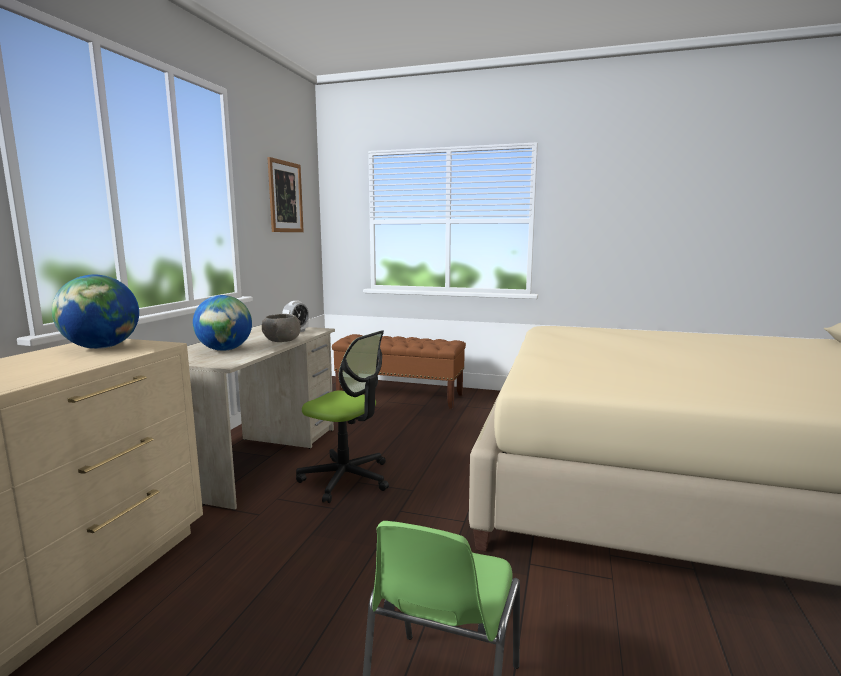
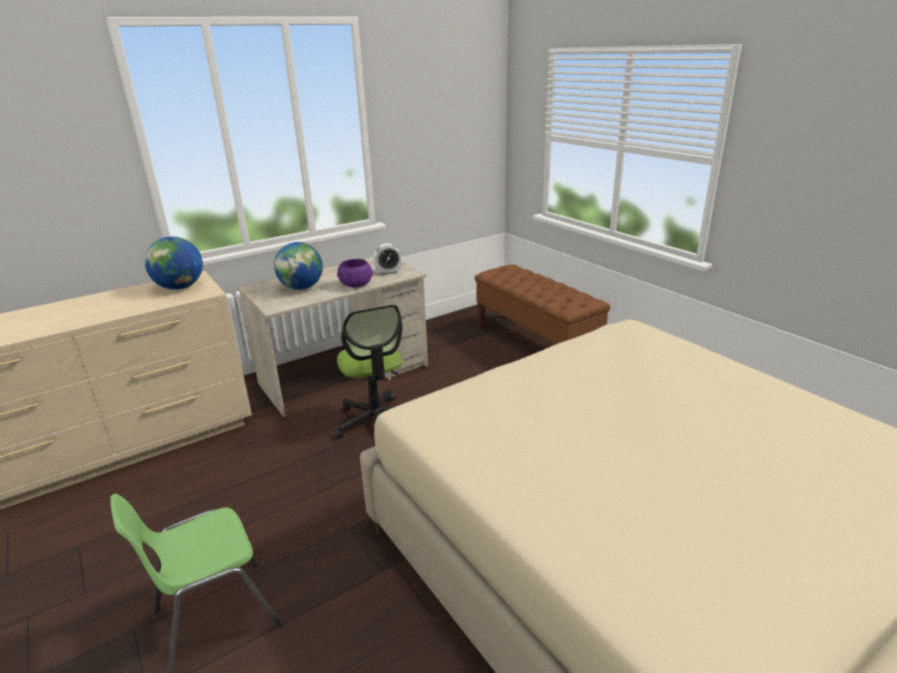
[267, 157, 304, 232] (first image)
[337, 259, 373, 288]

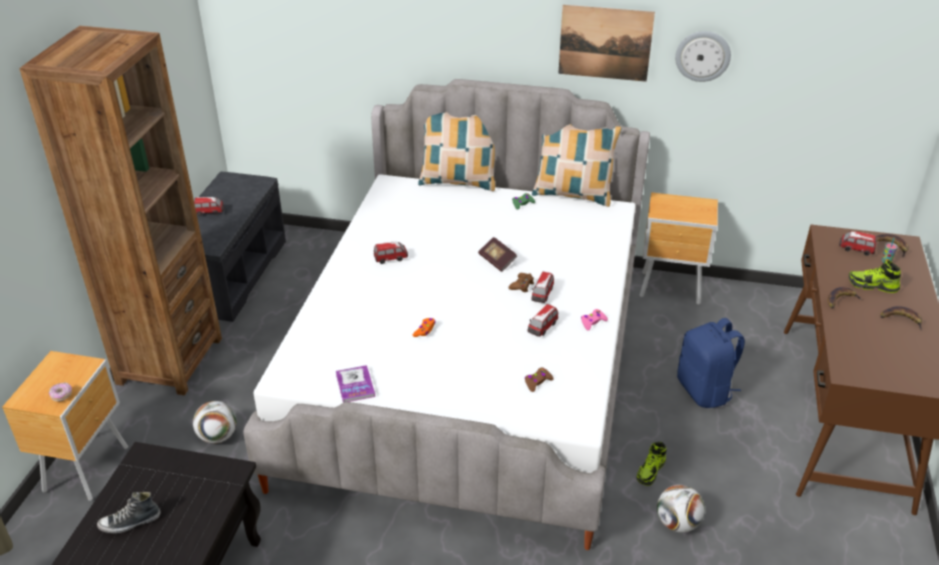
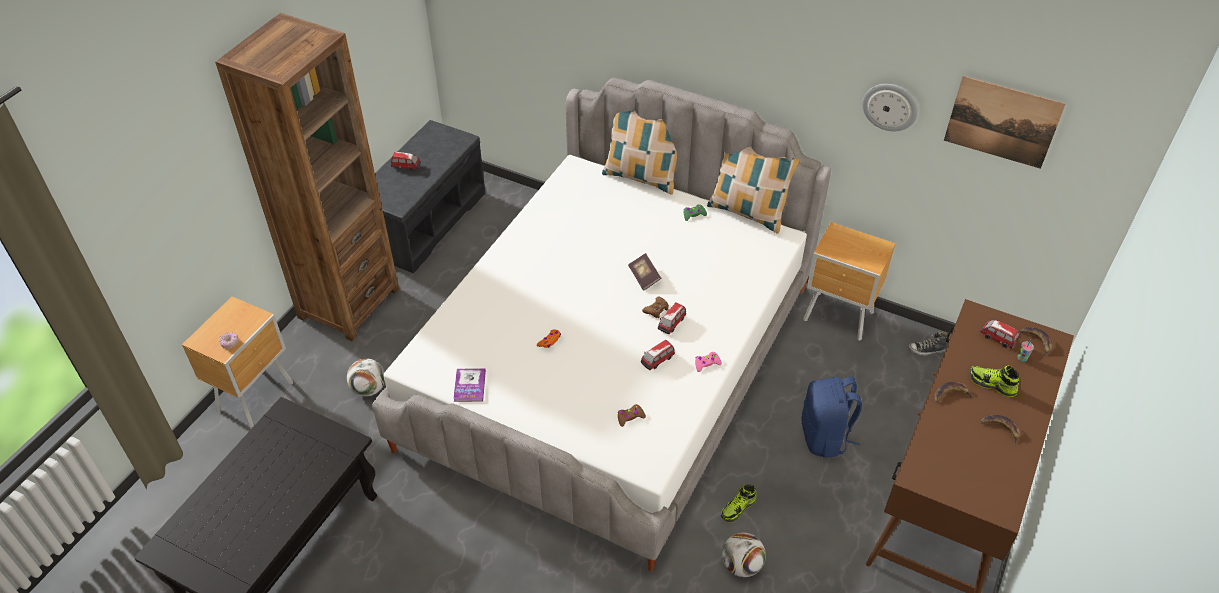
[944, 76, 1066, 169]
[374, 242, 408, 264] (first image)
[908, 331, 948, 356]

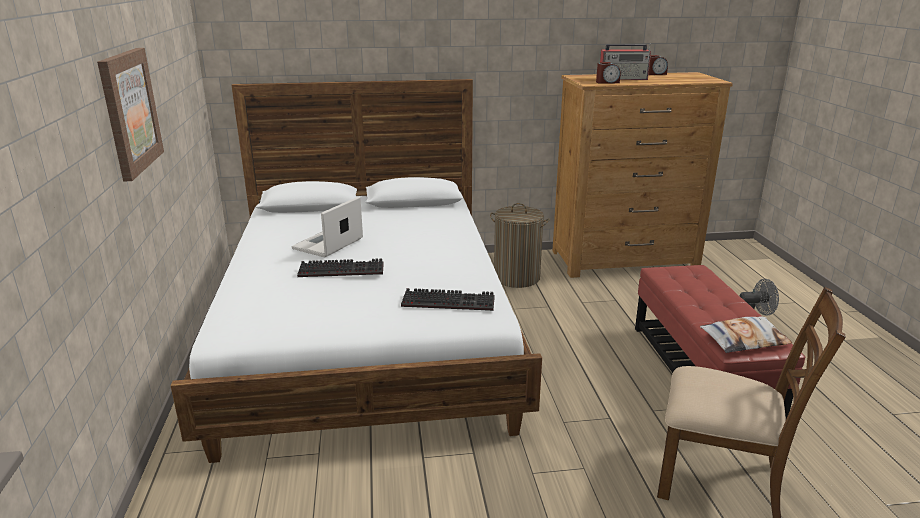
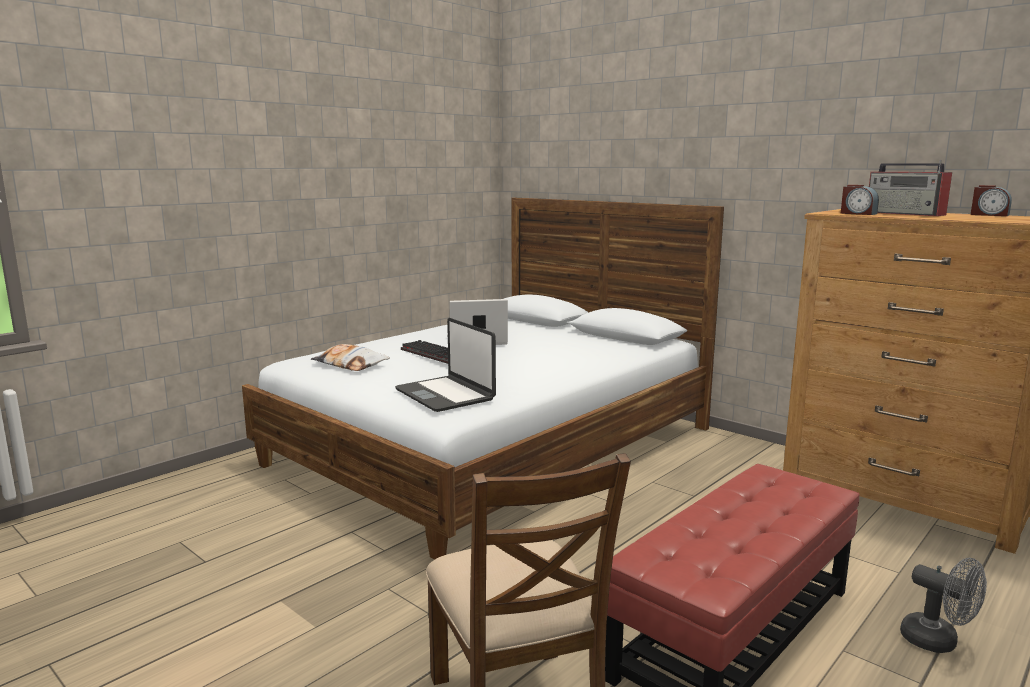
[97, 48, 164, 182] (first image)
[490, 203, 550, 288] (first image)
[395, 318, 496, 412]
[311, 344, 390, 371]

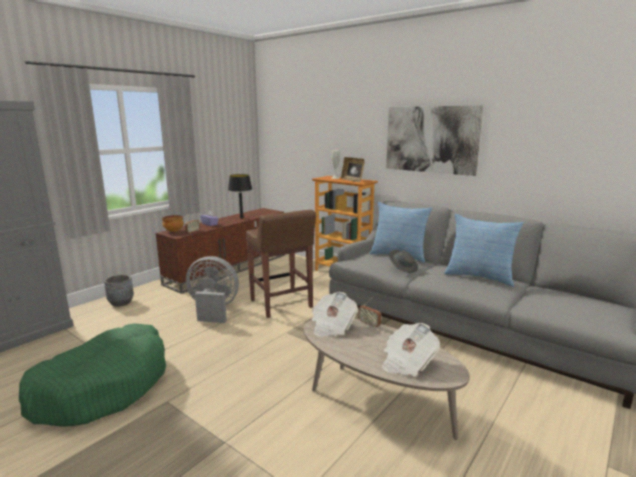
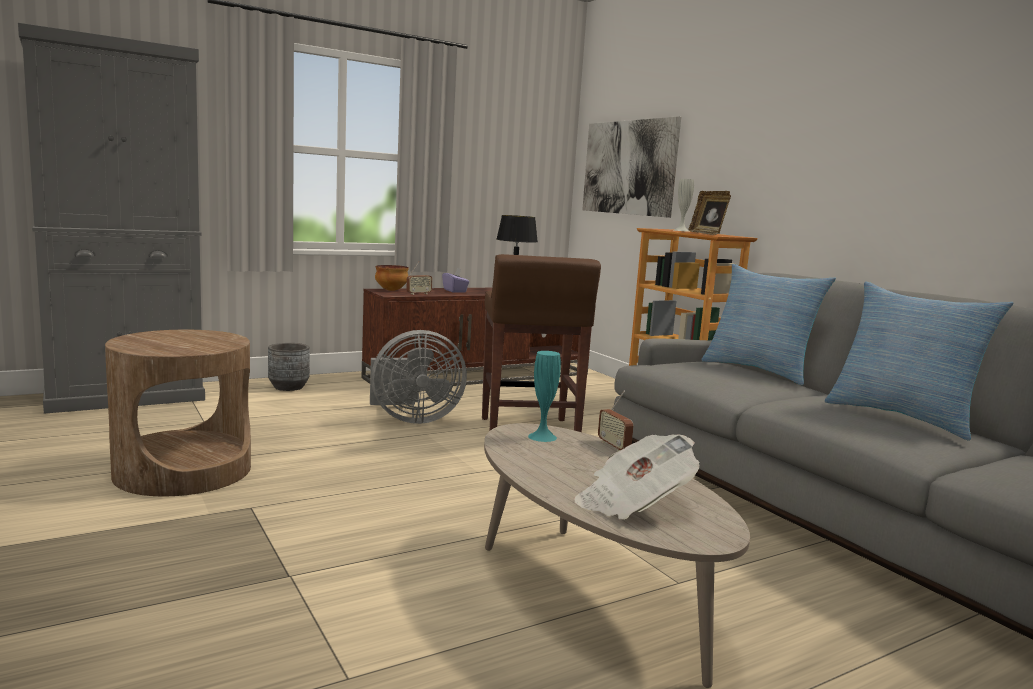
[582, 117, 681, 218]
[389, 250, 418, 273] (first image)
[370, 330, 467, 424]
[528, 351, 561, 442]
[105, 330, 251, 496]

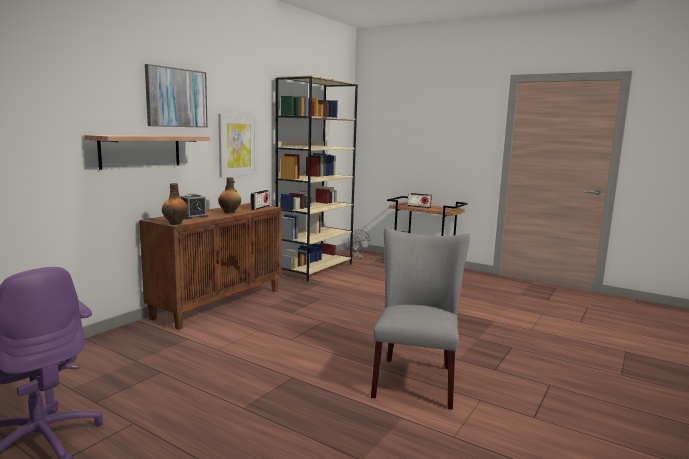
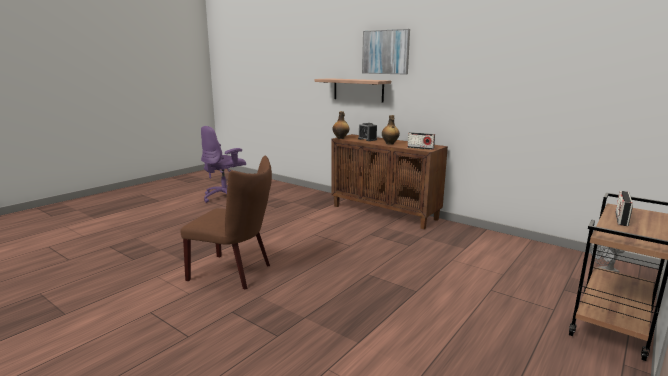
[275, 75, 358, 282] (first image)
[218, 114, 257, 178] (first image)
[180, 156, 272, 290]

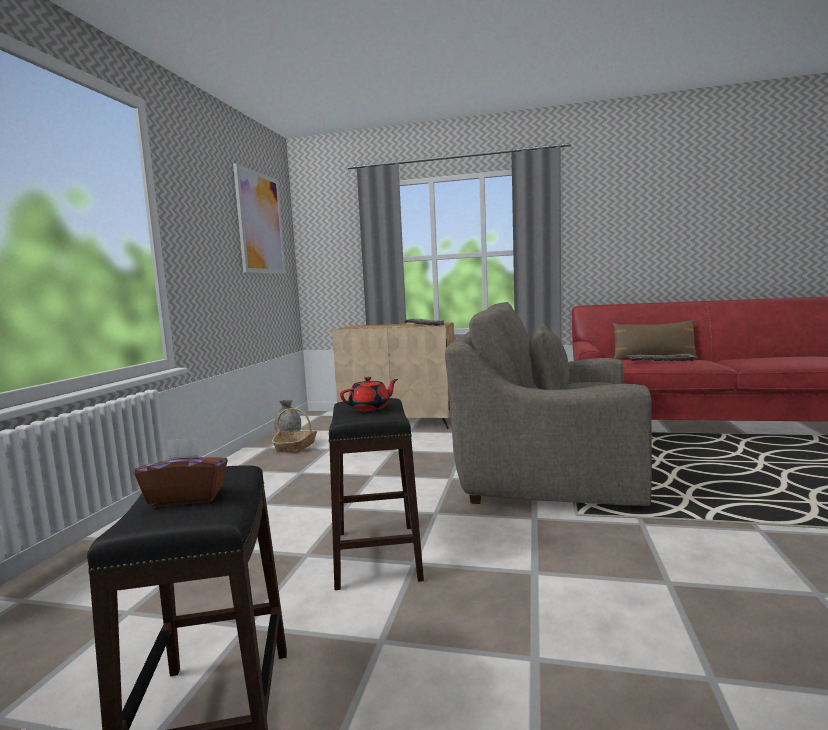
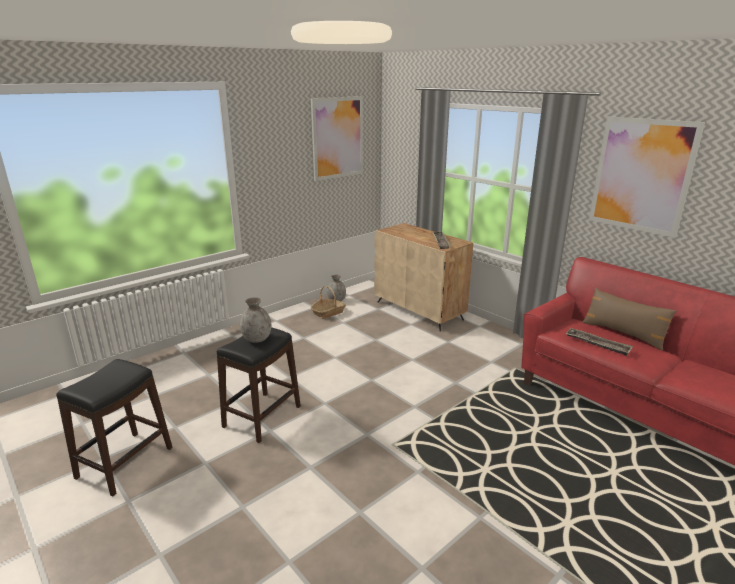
[445, 302, 652, 512] (first image)
[240, 297, 272, 343]
[134, 437, 228, 506] (first image)
[589, 116, 705, 238]

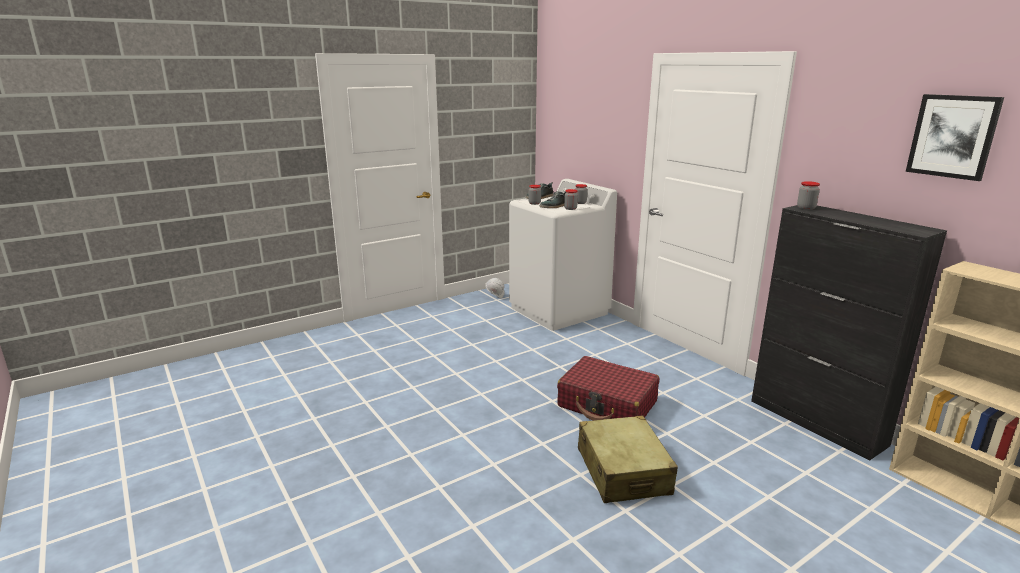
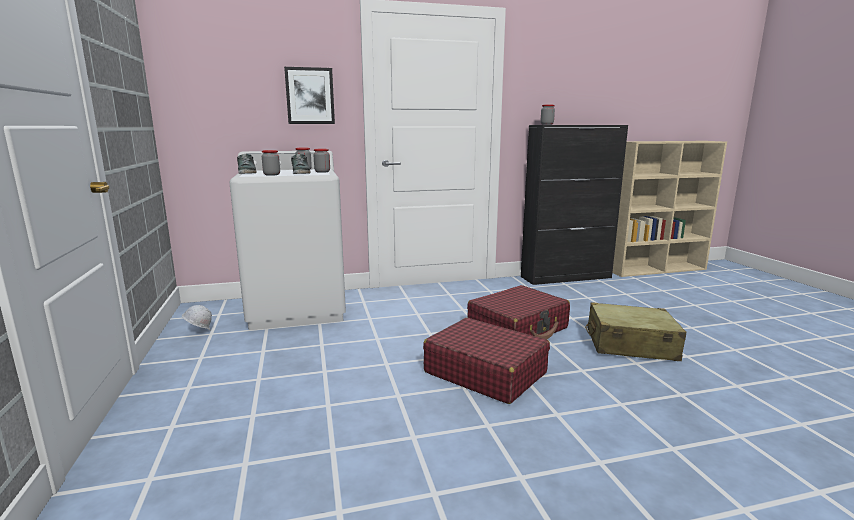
[284, 67, 335, 124]
[423, 318, 550, 404]

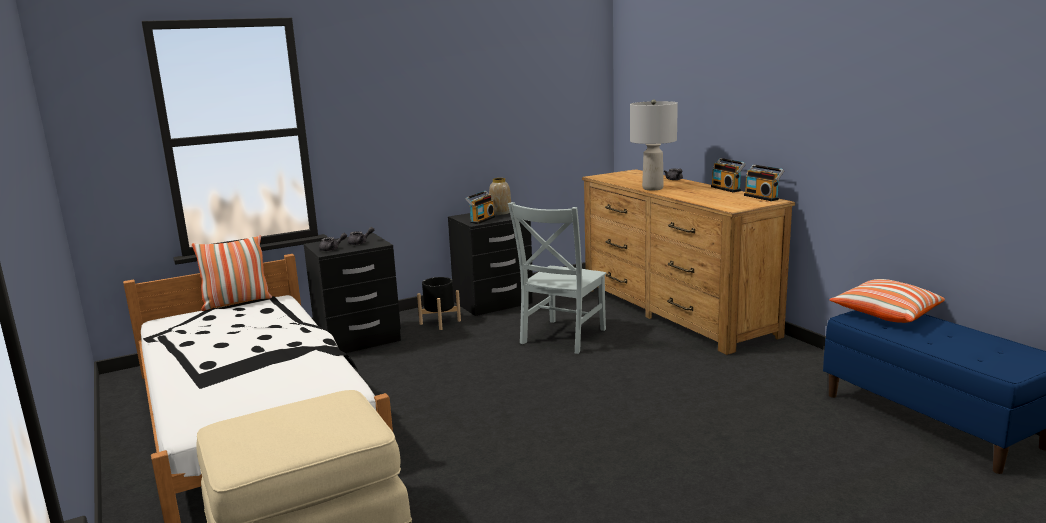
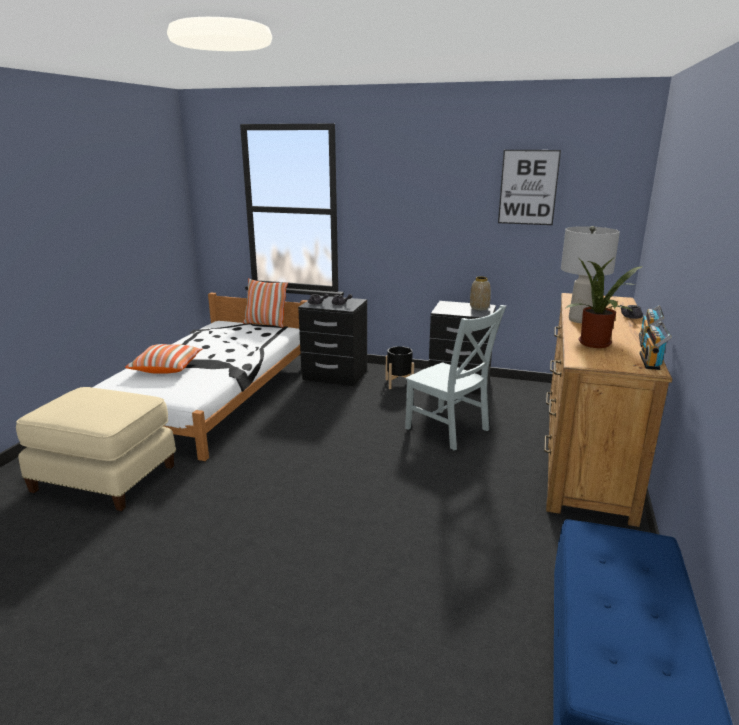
[466, 191, 495, 224] (first image)
[405, 305, 506, 450]
[125, 344, 202, 374]
[498, 150, 561, 225]
[566, 258, 643, 348]

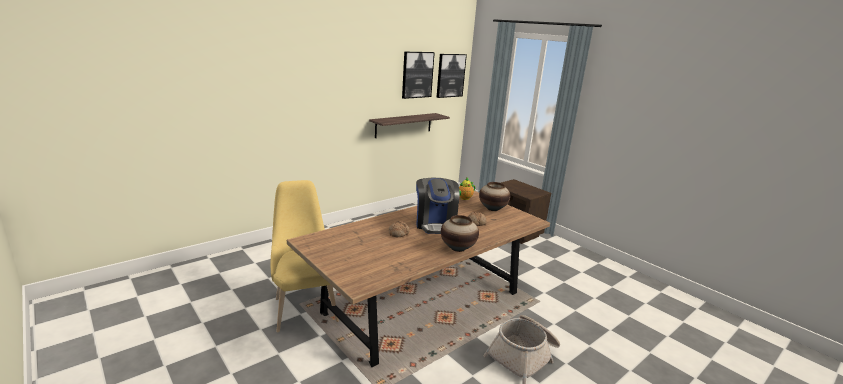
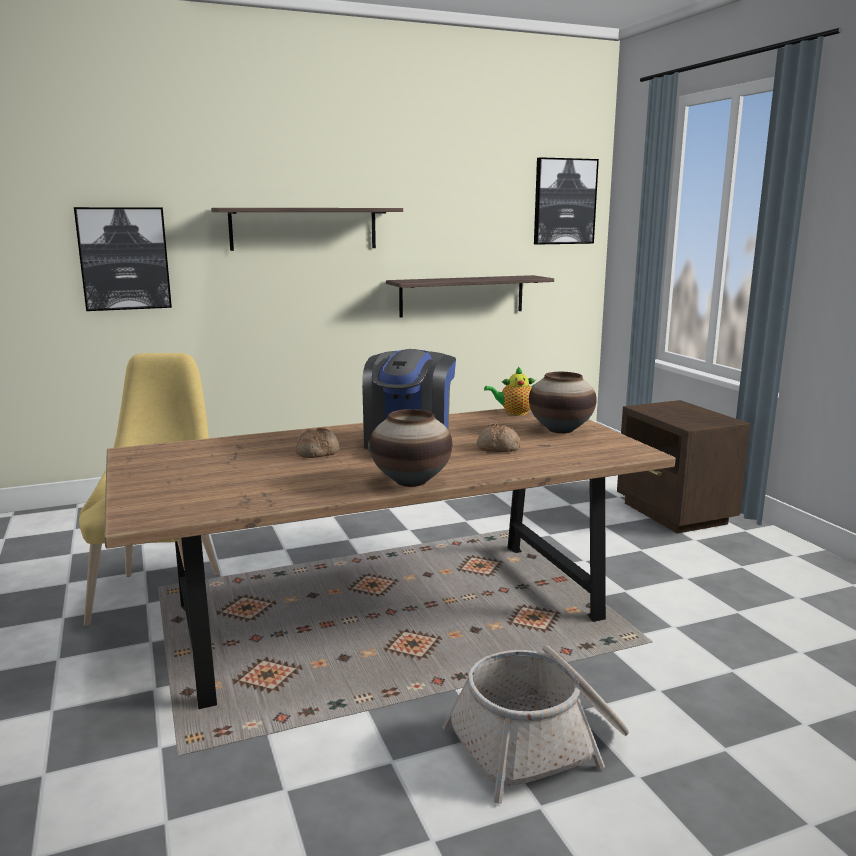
[74, 207, 172, 311]
[211, 208, 403, 251]

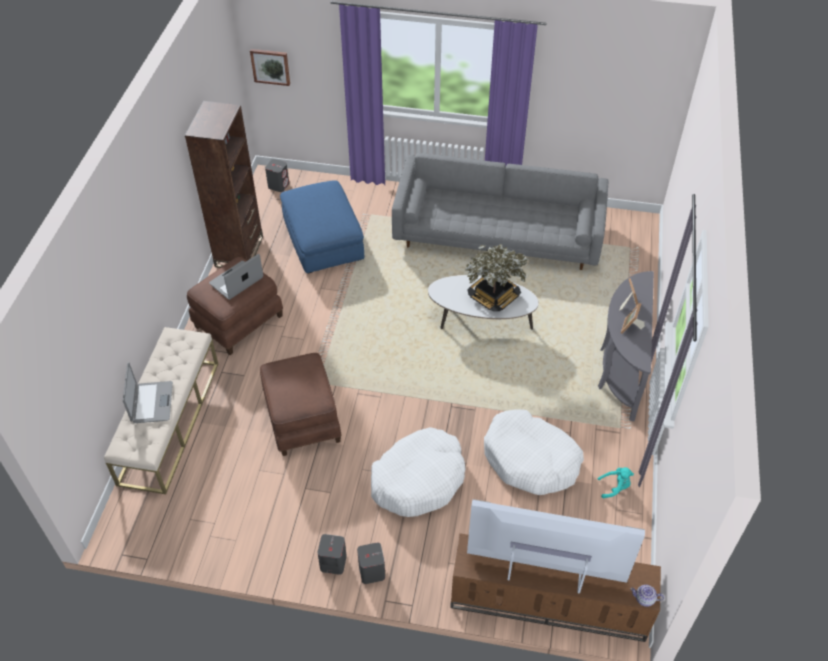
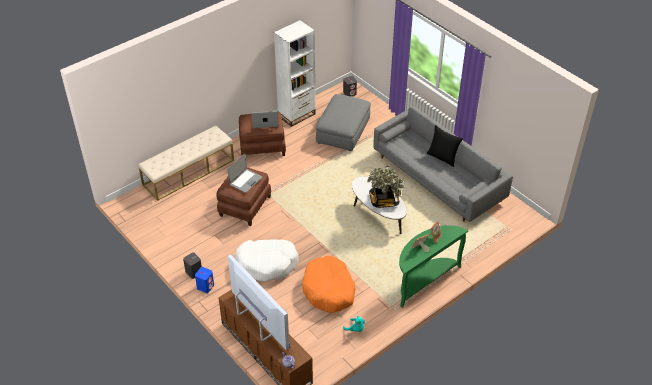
[250, 49, 290, 86] (first image)
[274, 20, 316, 127]
[316, 94, 371, 151]
[399, 225, 468, 308]
[228, 154, 262, 193]
[302, 256, 356, 313]
[195, 267, 214, 293]
[427, 125, 463, 167]

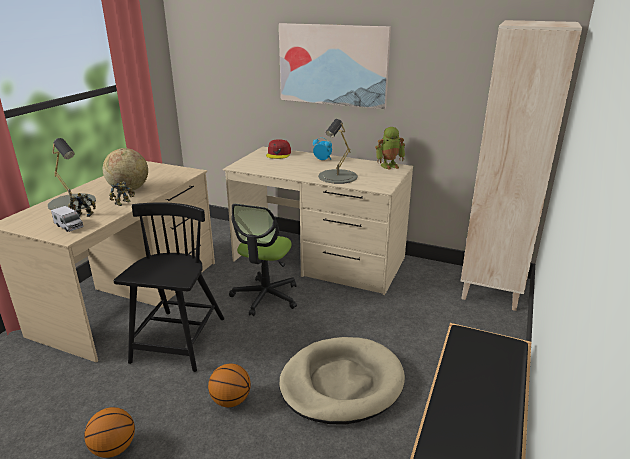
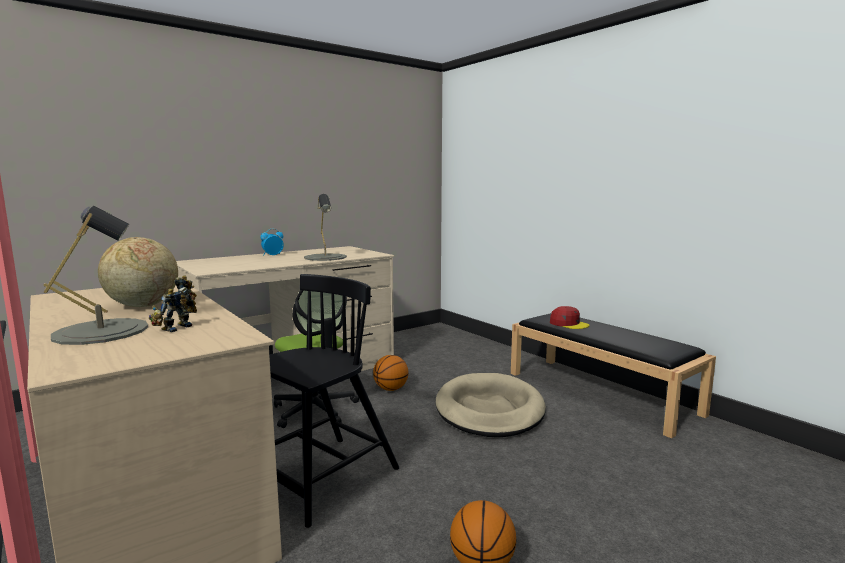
[461, 20, 582, 311] (first image)
[279, 23, 391, 109] (first image)
[375, 127, 405, 170] (first image)
[550, 306, 589, 329]
[269, 274, 399, 528]
[51, 206, 84, 232] (first image)
[373, 355, 408, 391]

